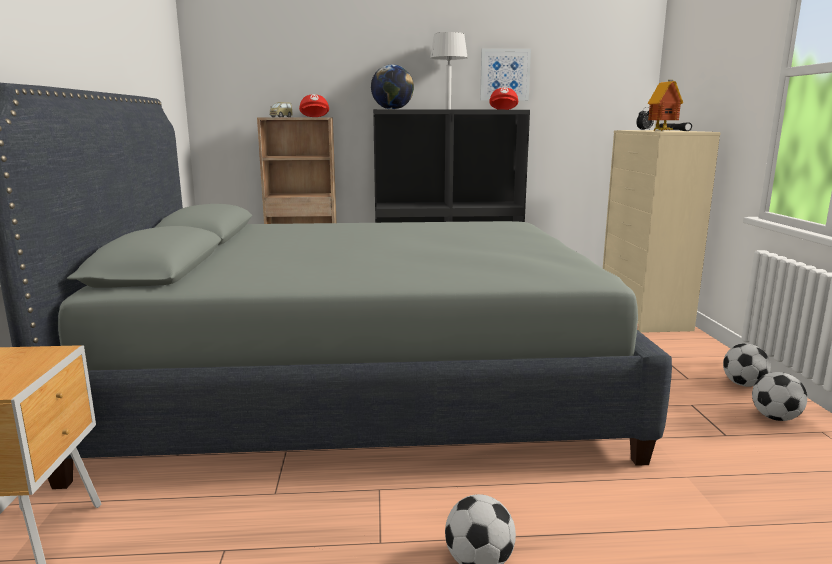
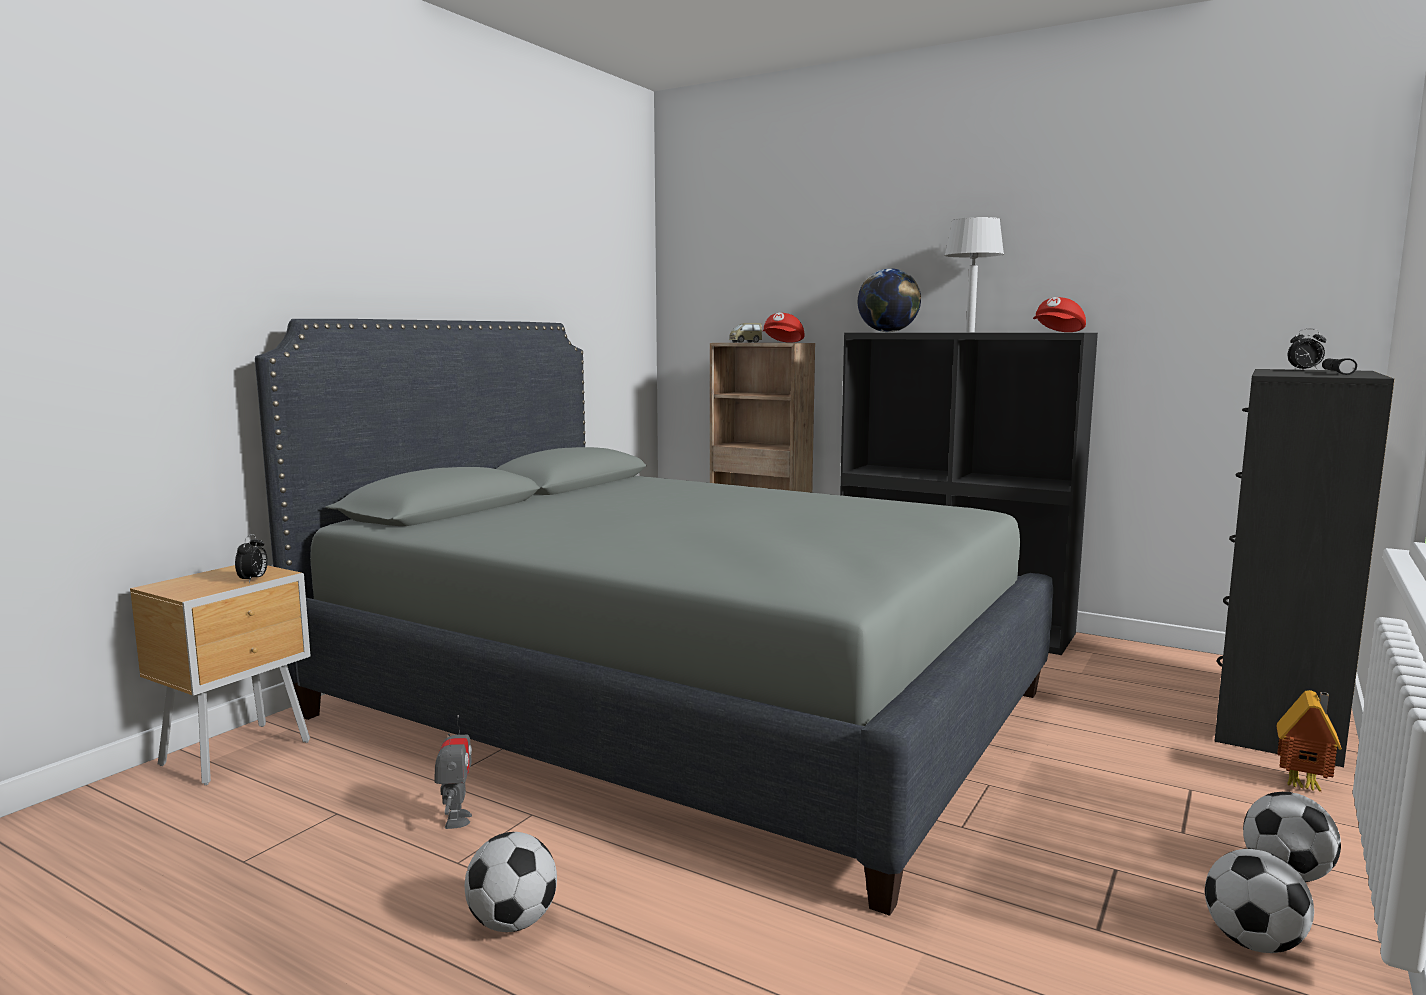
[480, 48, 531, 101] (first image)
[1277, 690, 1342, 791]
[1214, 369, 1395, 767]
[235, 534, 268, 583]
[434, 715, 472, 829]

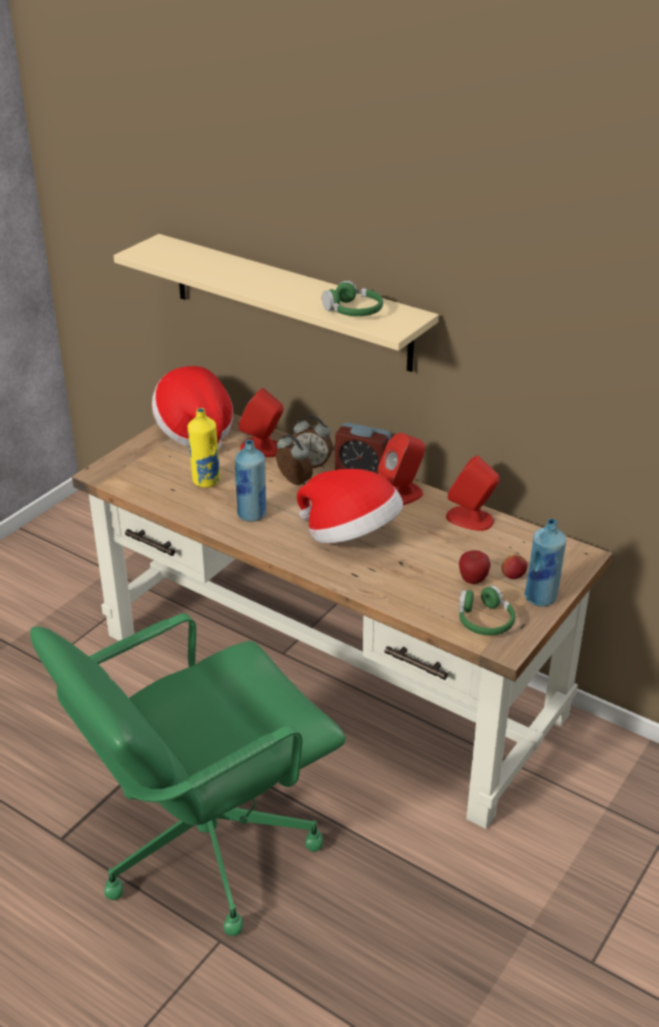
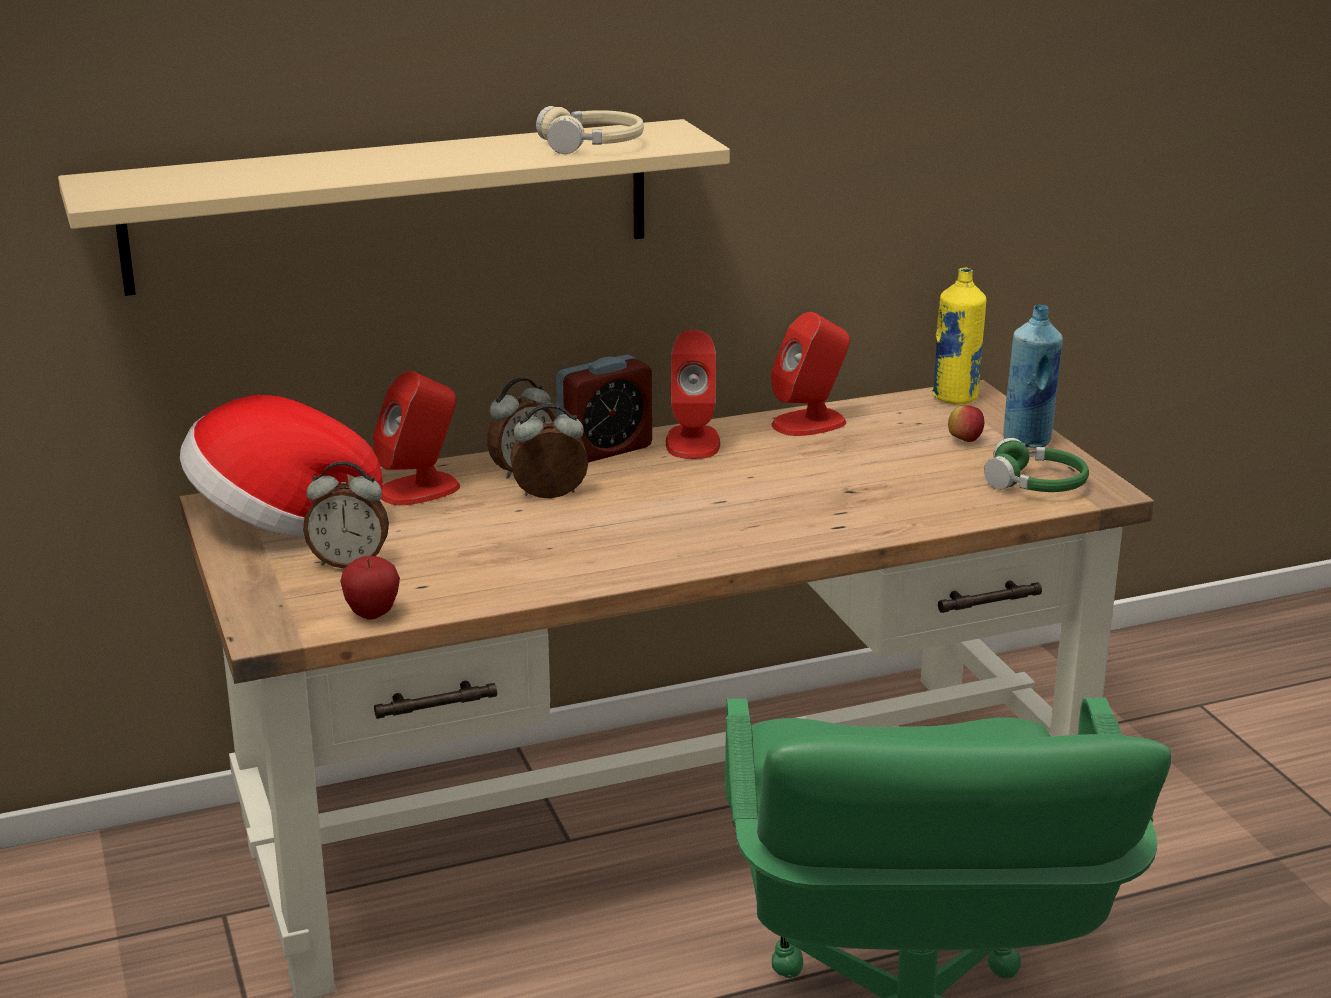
[536, 106, 644, 154]
[932, 268, 986, 405]
[235, 439, 266, 522] (first image)
[297, 469, 403, 543] (first image)
[340, 556, 400, 619]
[303, 461, 389, 569]

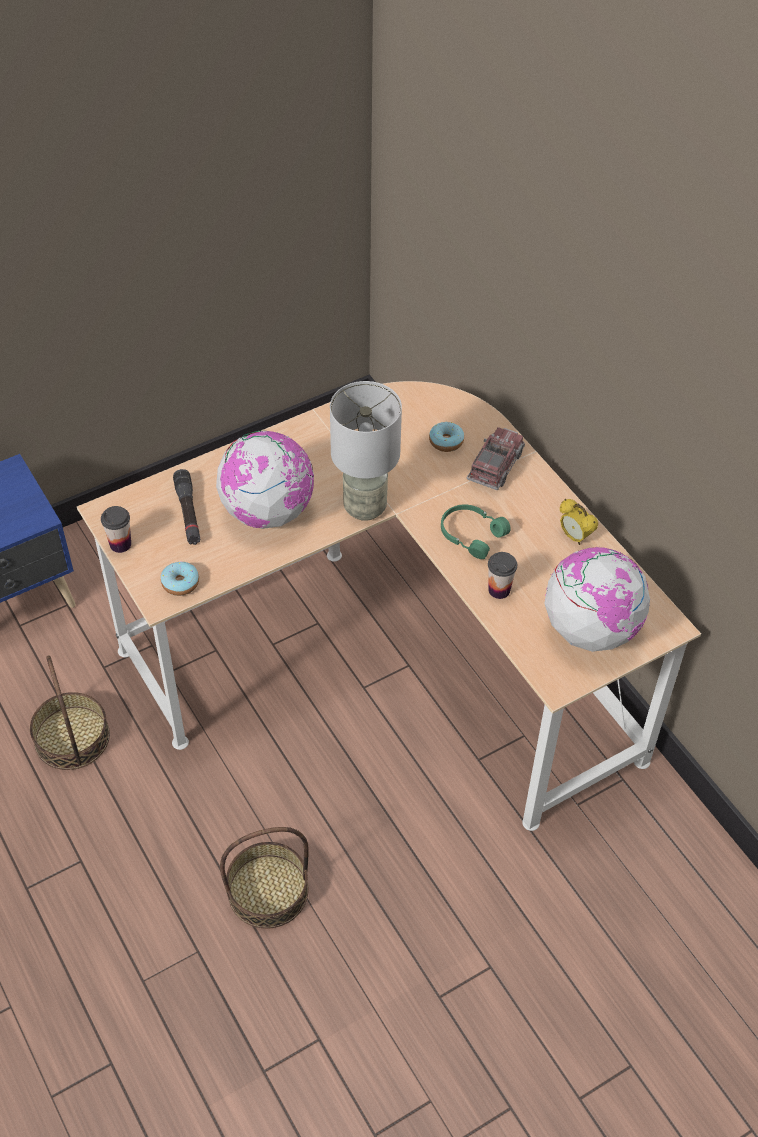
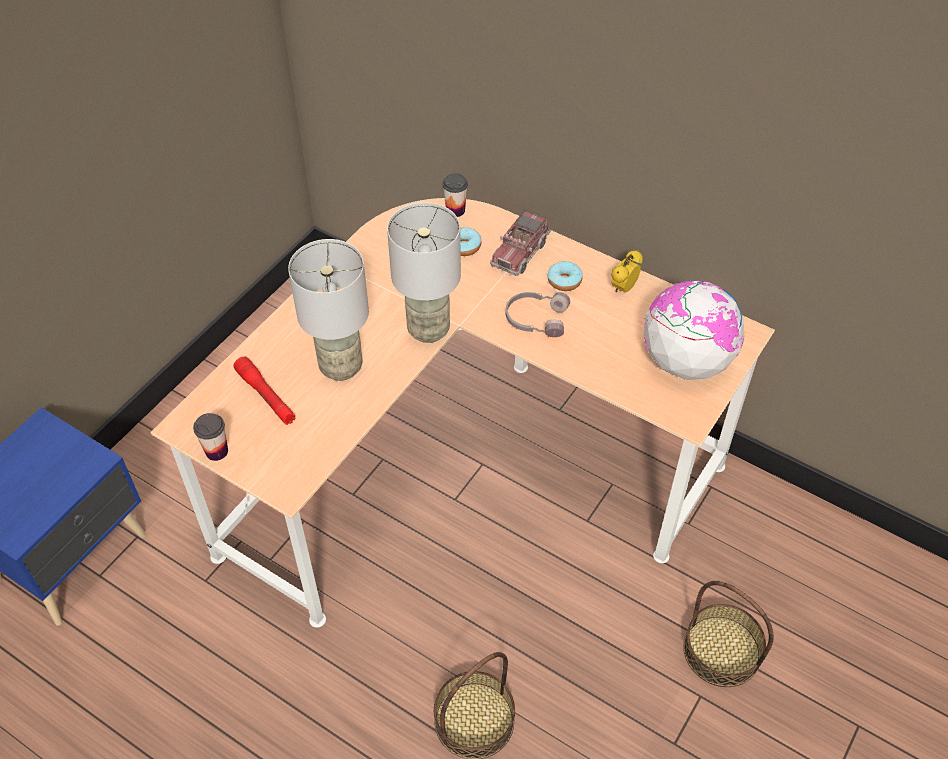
[490, 210, 551, 276]
[288, 239, 369, 381]
[233, 356, 295, 425]
[611, 250, 643, 292]
[505, 292, 570, 337]
[442, 173, 468, 217]
[548, 261, 583, 291]
[683, 581, 774, 687]

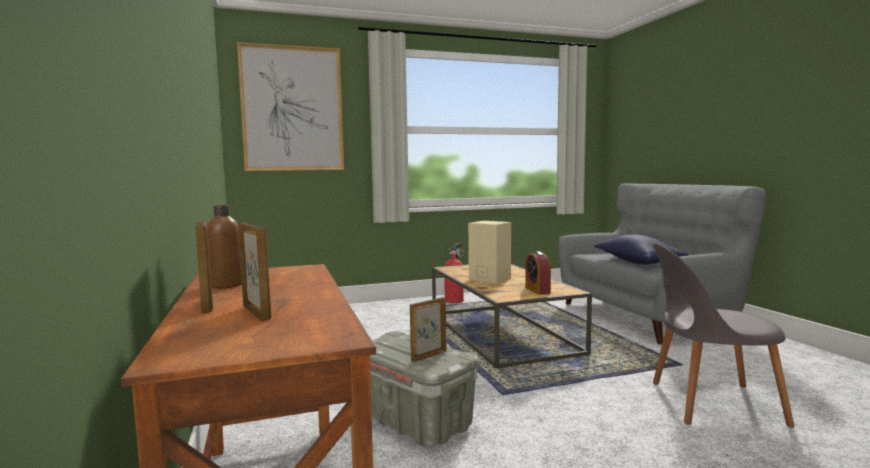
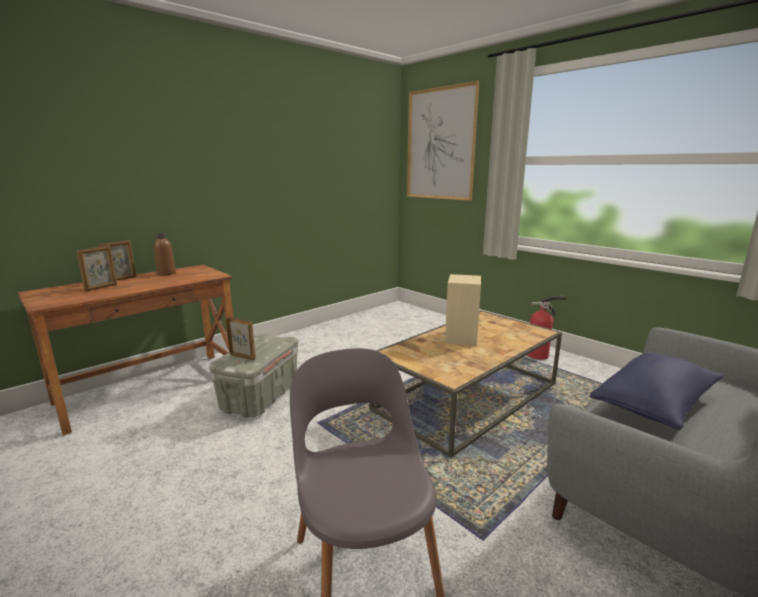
[525, 251, 551, 295] (first image)

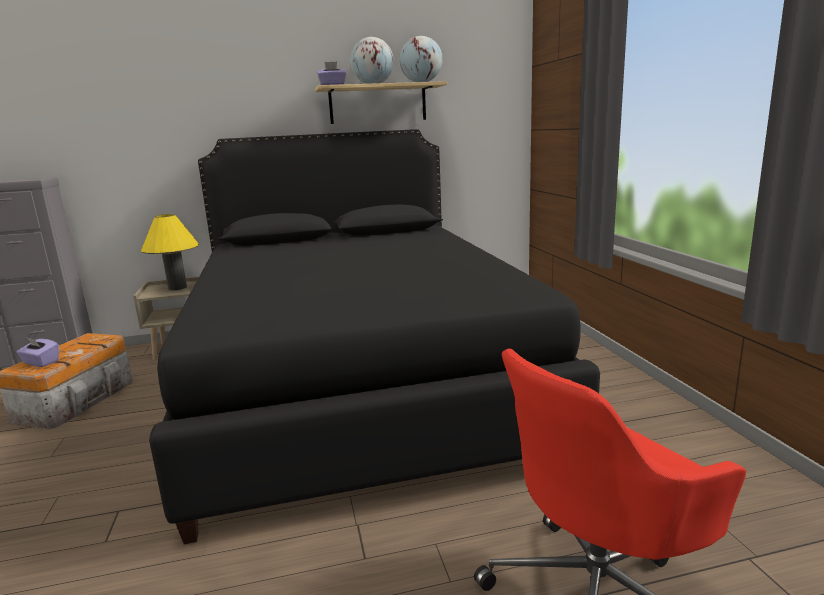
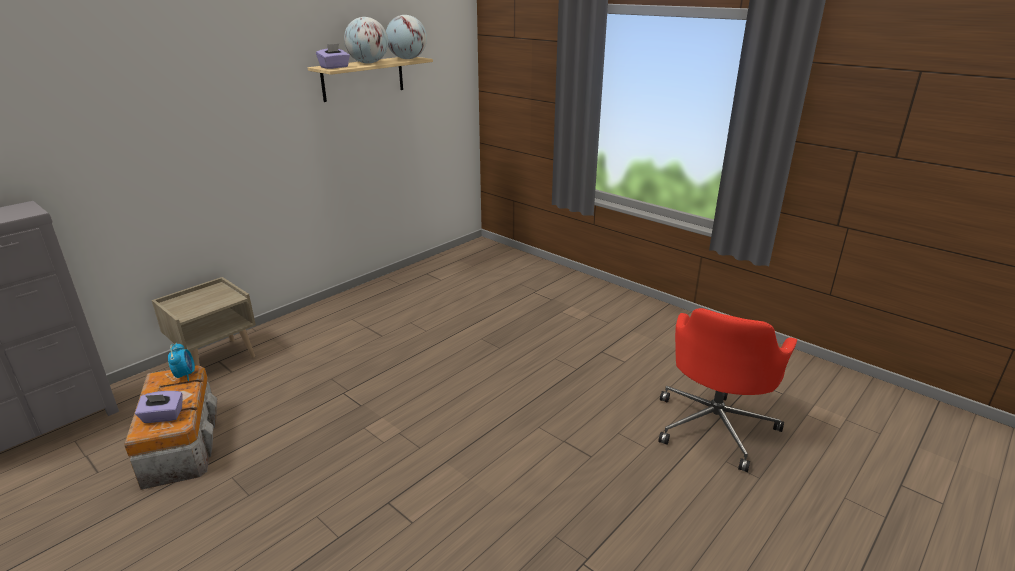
[149, 129, 600, 544] (first image)
[141, 214, 199, 290] (first image)
[168, 343, 195, 381]

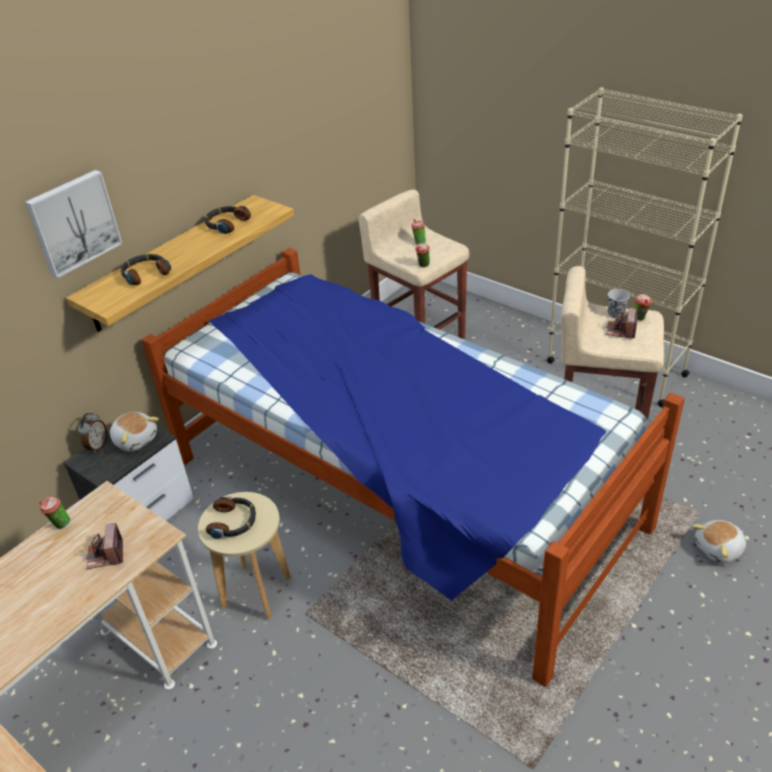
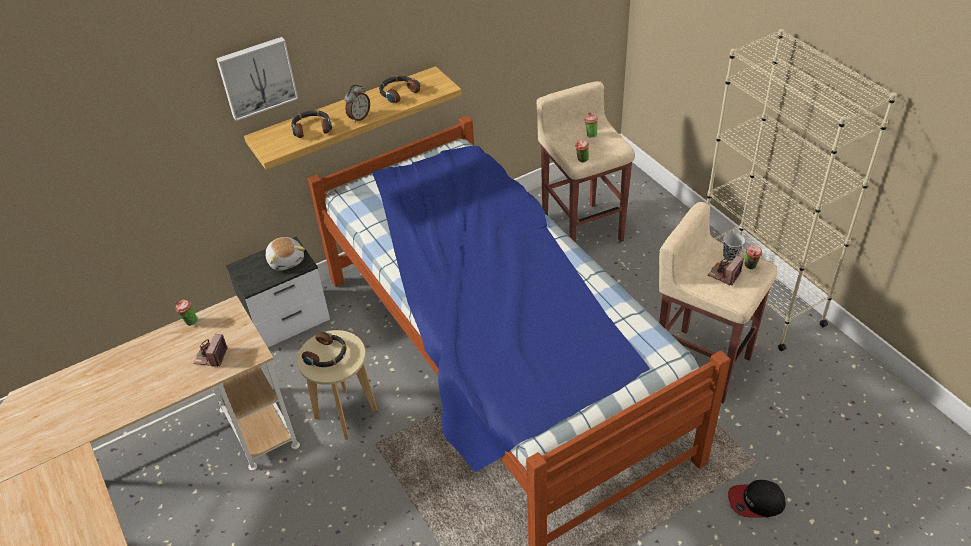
[344, 84, 370, 123]
[728, 480, 786, 518]

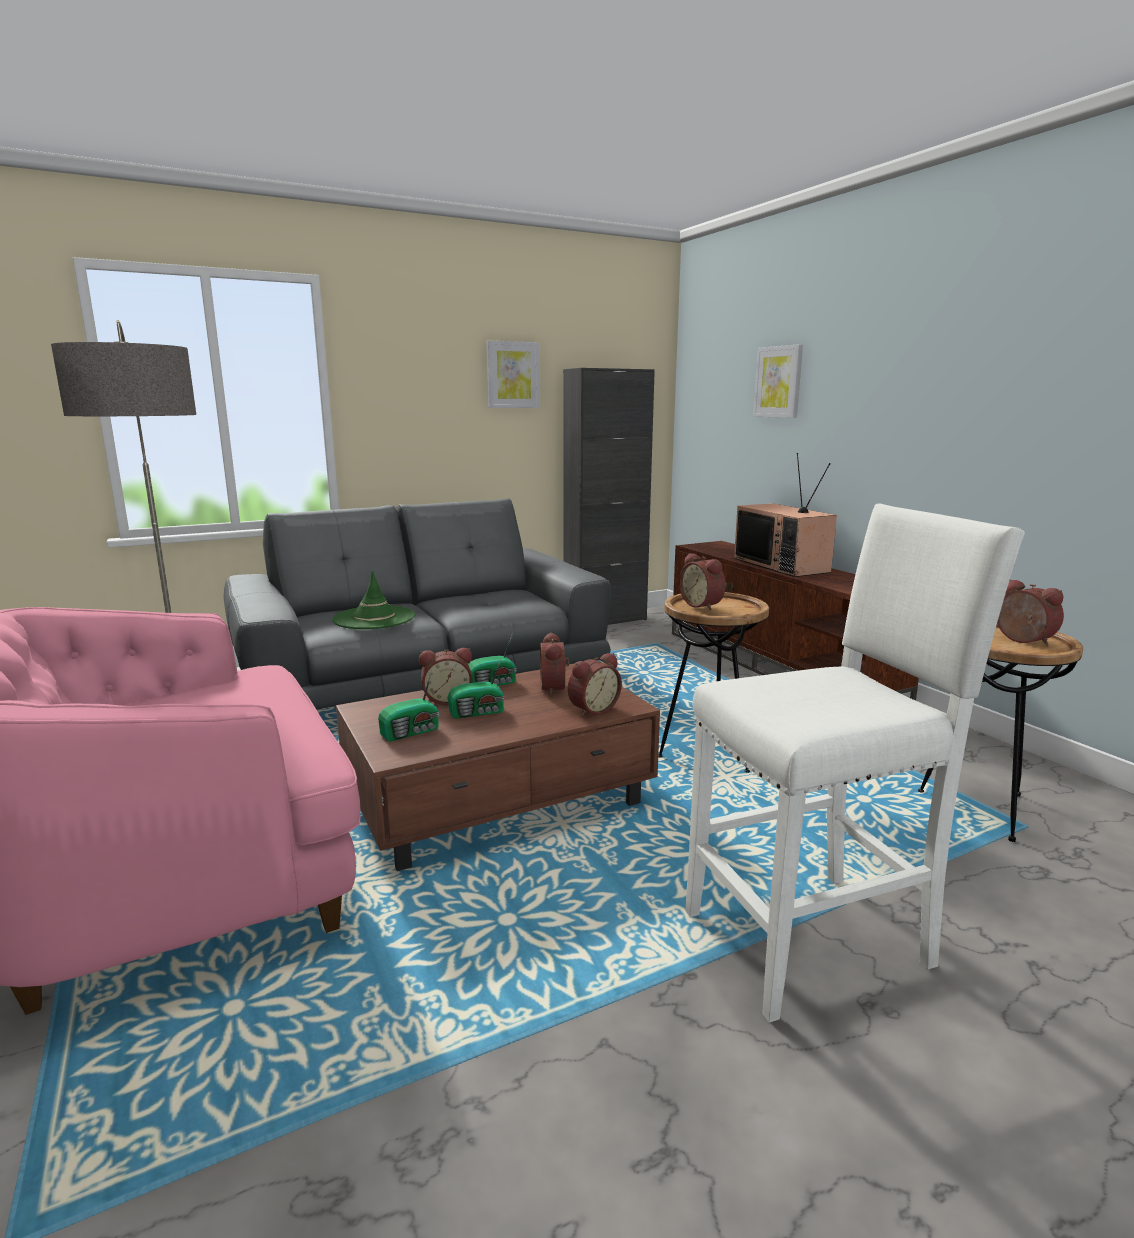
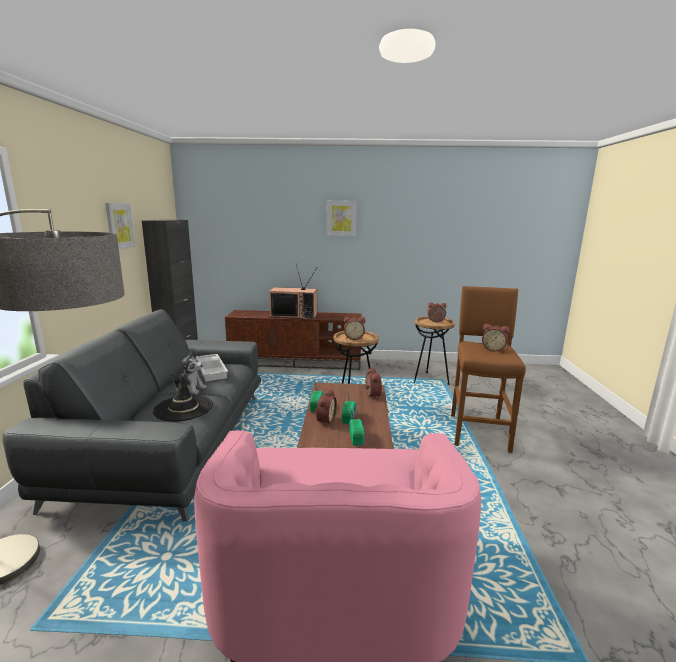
[327, 201, 357, 236]
[451, 286, 526, 453]
[153, 376, 213, 422]
[482, 324, 510, 352]
[170, 351, 207, 394]
[196, 354, 228, 381]

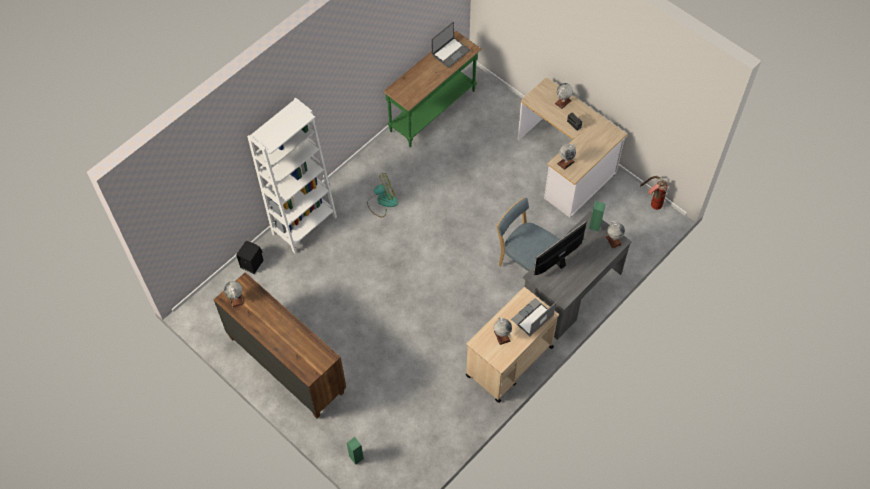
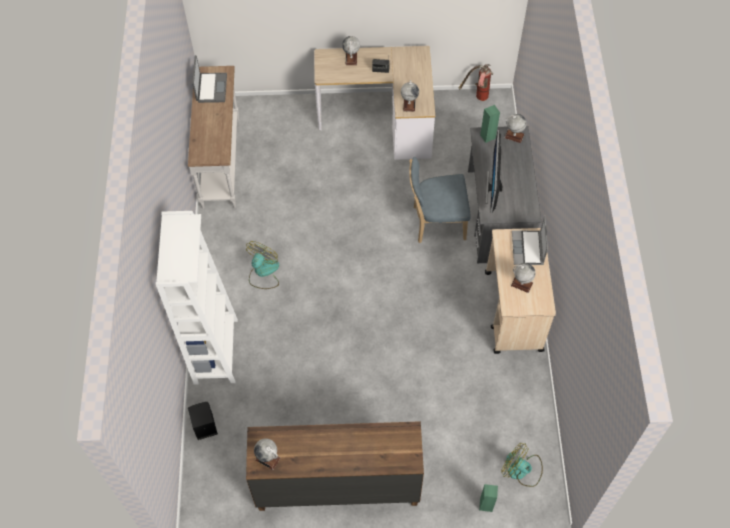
[188, 66, 239, 209]
[501, 443, 543, 487]

